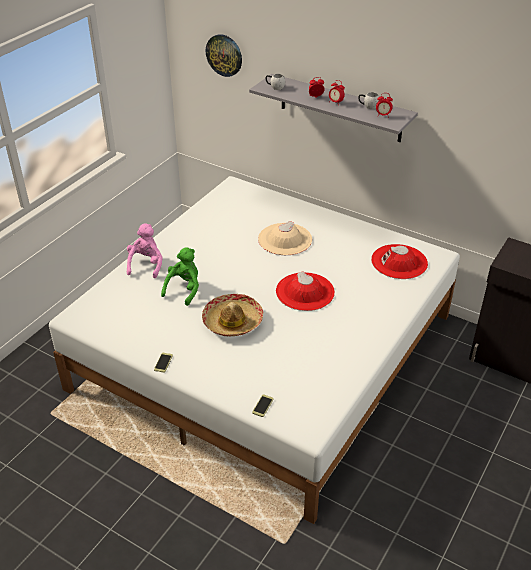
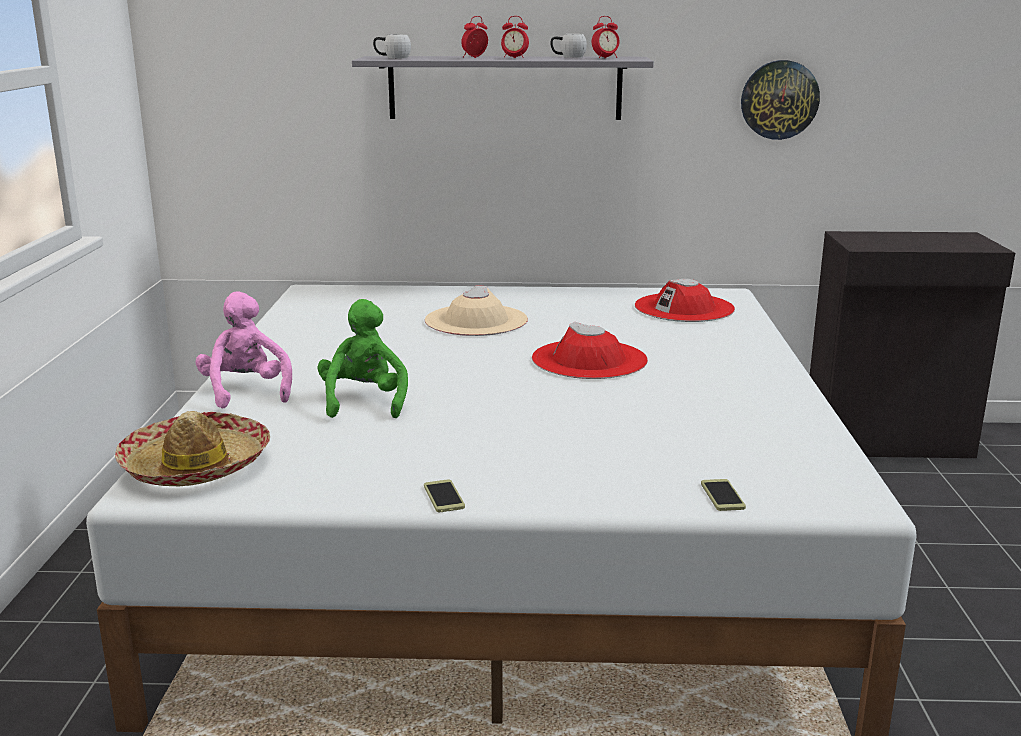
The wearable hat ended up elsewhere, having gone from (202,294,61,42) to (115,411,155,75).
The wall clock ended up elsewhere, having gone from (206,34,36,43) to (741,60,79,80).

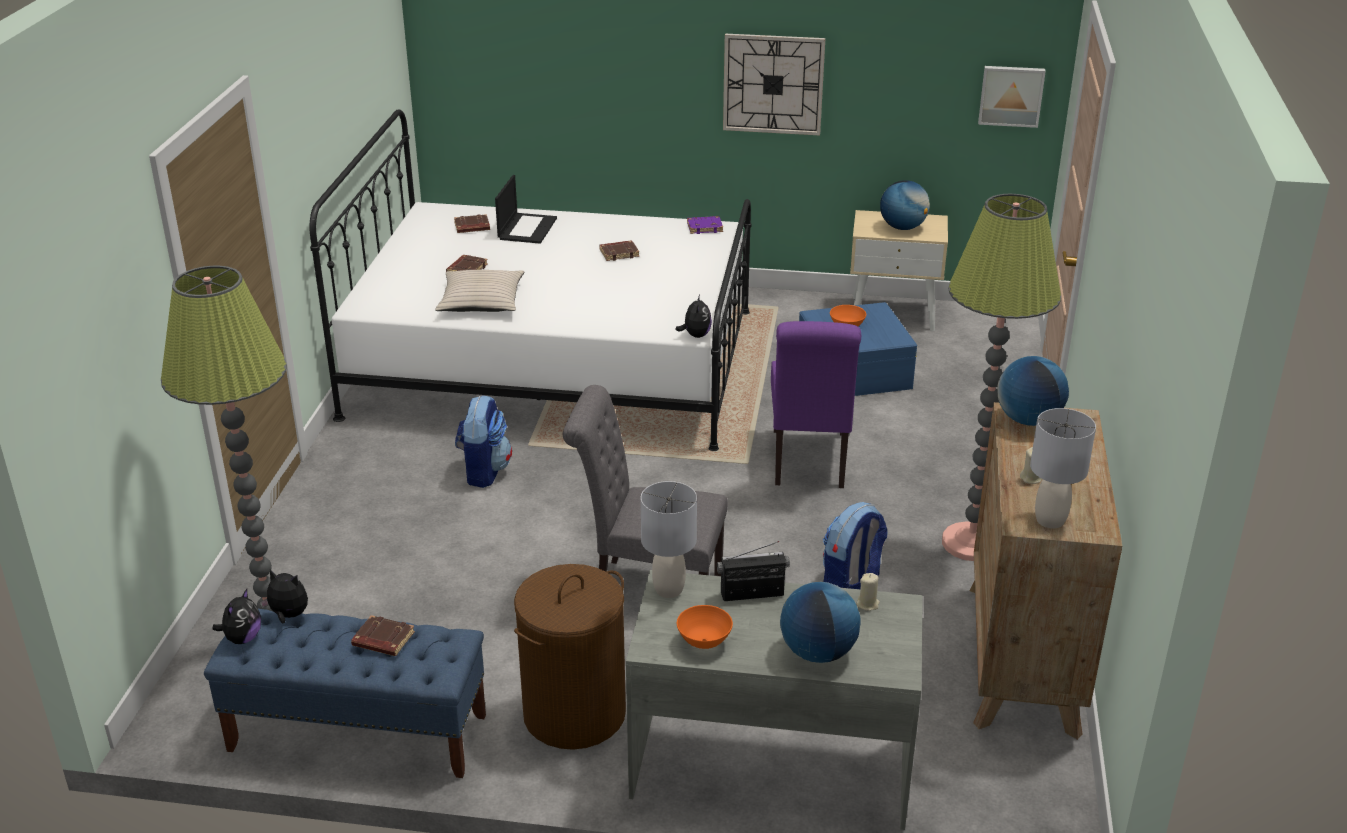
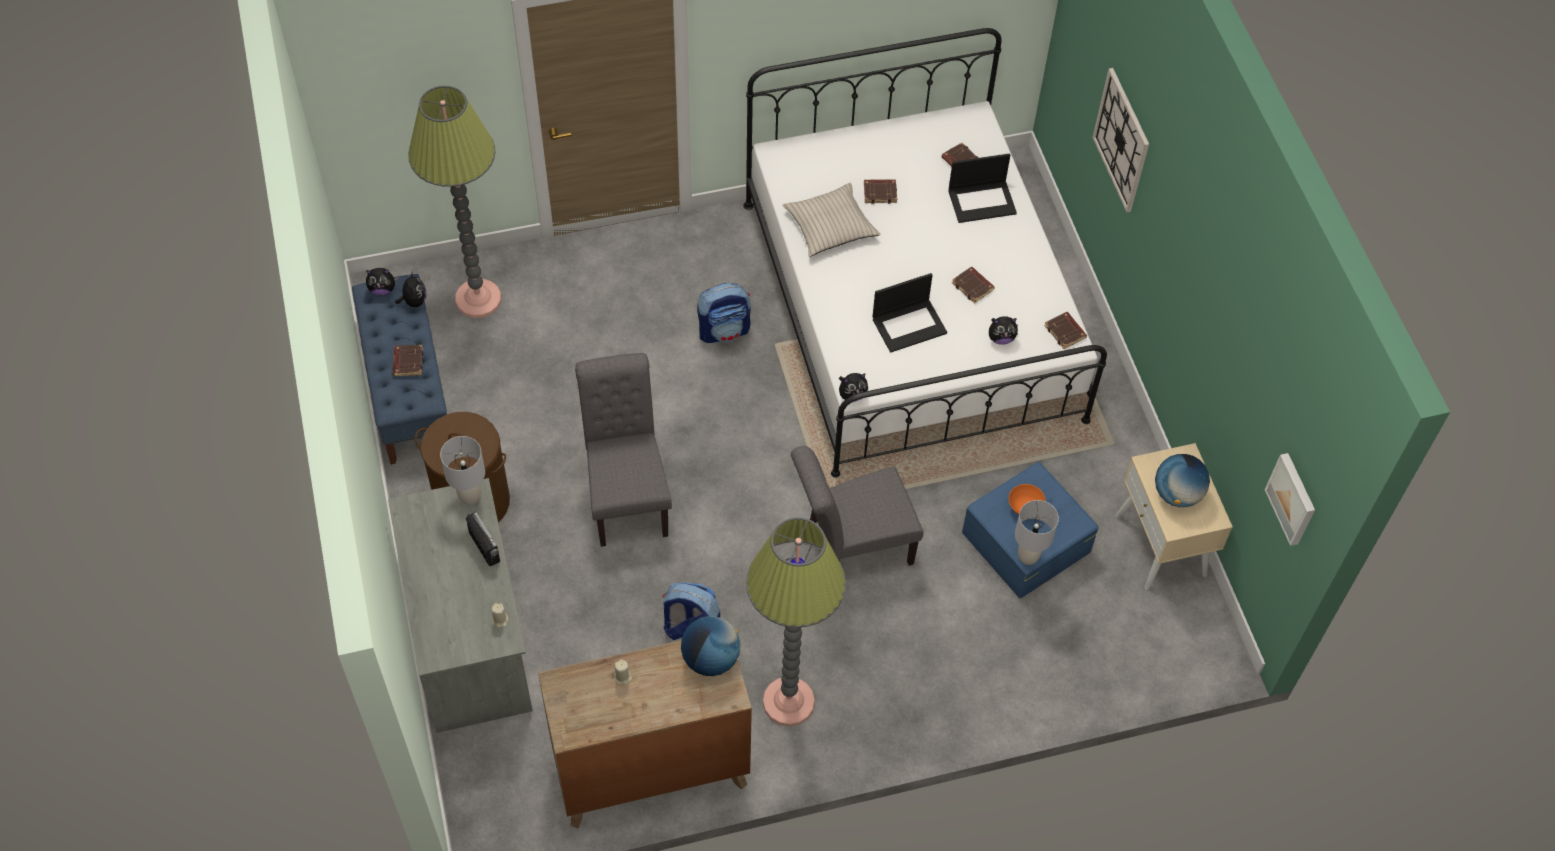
What was the purplish plain chair at (771,321,90,167) turned into the grey plain chair at (791,446,133,120).
The second view gained the portable computer at (872,273,75,80).
The second view gained the cuddly toy at (989,316,29,29).
The grey tabletop lamp ended up elsewhere, having gone from (1030,408,66,121) to (1015,500,44,65).
What was the purplish volume at (687,216,36,18) turned into the brownish volume at (1044,312,43,37).
The wall clock ended up elsewhere, having gone from (723,34,103,101) to (1092,68,57,144).
The second view lost the orange bowl at (677,605,56,44).
The second view lost the globe at (780,582,81,81).

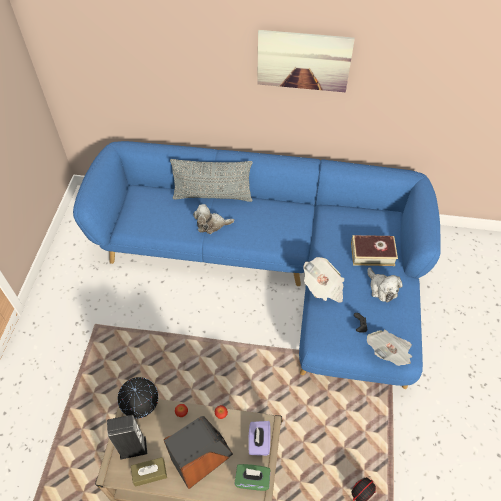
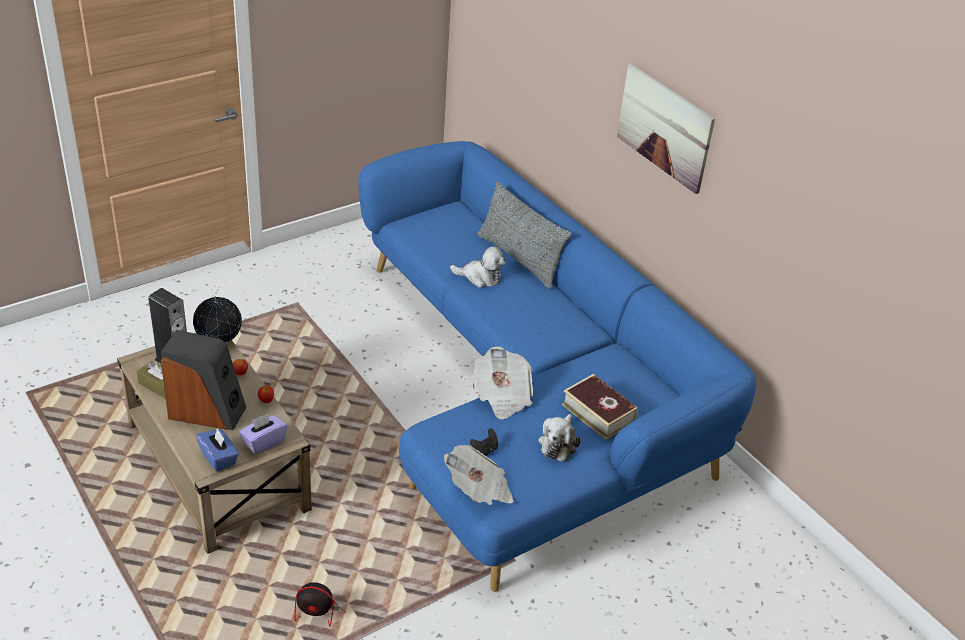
What was the green box of tissues at (234,464,36,27) turned into the blue-coloured box of tissues at (196,428,43,44).
The cuddly toy at (193,204,41,30) ended up facing another way, 150 degrees clockwise from before.

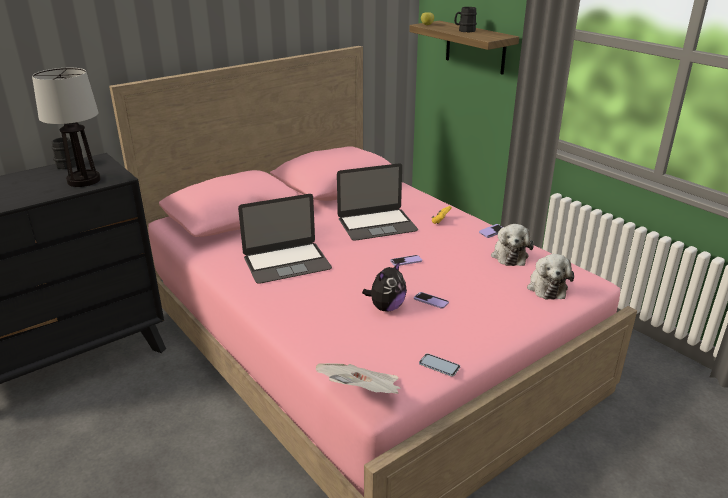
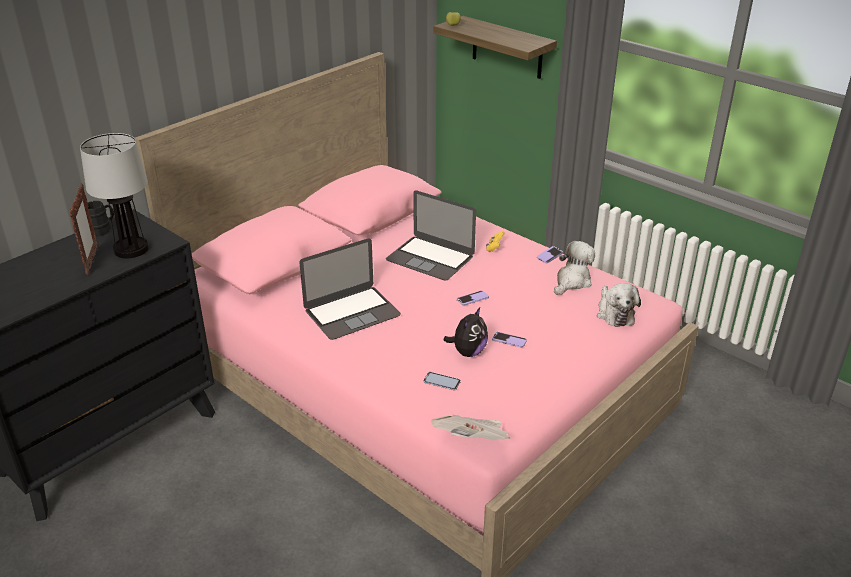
The second view gained the picture frame at (70,183,28,92).
The portable computer at (337,163,81,78) ended up facing another way, 60 degrees clockwise from before.
The telephone ended up elsewhere, having gone from (419,353,41,24) to (423,372,38,18).
The cuddly toy at (491,224,43,42) ended up facing another way, 135 degrees counterclockwise from before.
The second view lost the blackish coffee mug at (454,7,23,25).

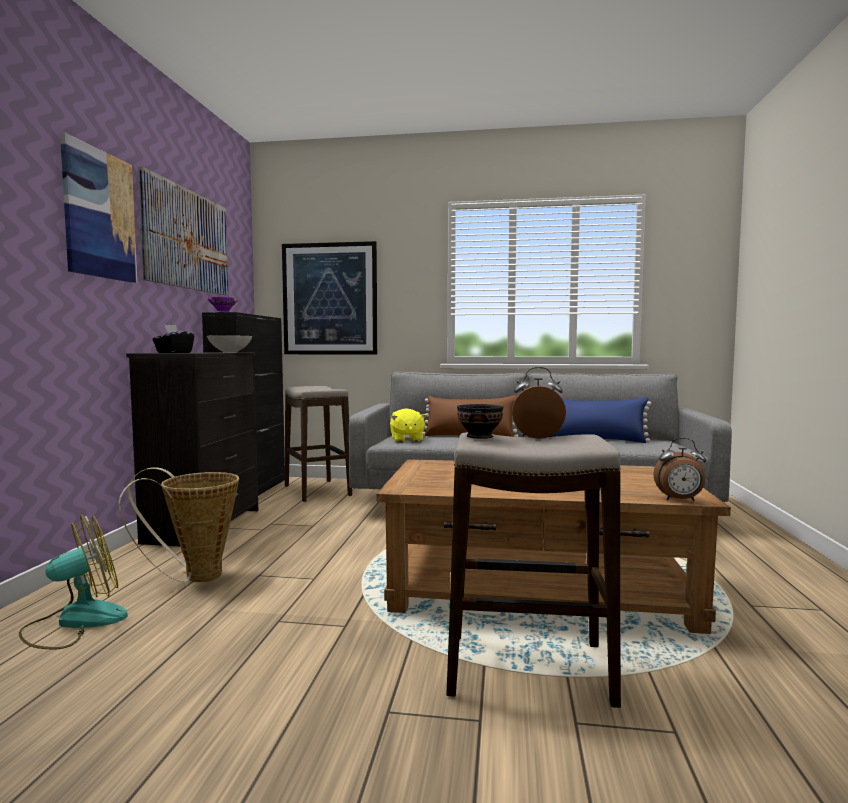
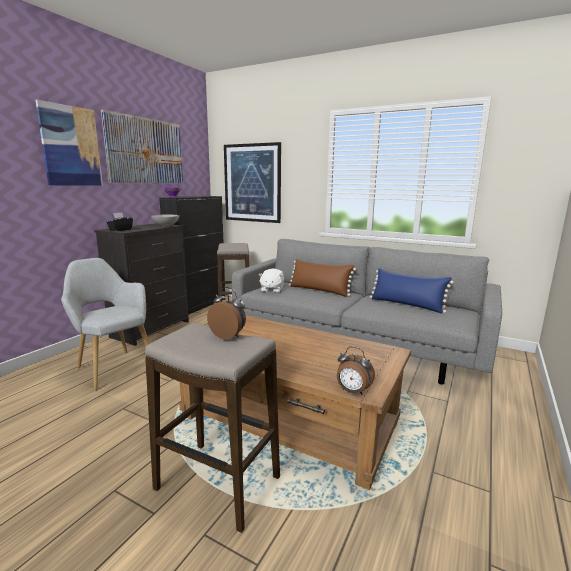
Where the storage basket stood at (118,467,121,115), the grey armchair came to stand at (61,258,89,133).
What was the yellowish cuddly toy at (390,408,37,34) turned into the whitish cuddly toy at (259,268,25,25).
The second view lost the electric fan at (19,515,109,134).
The second view lost the blackish bowl at (457,404,47,35).

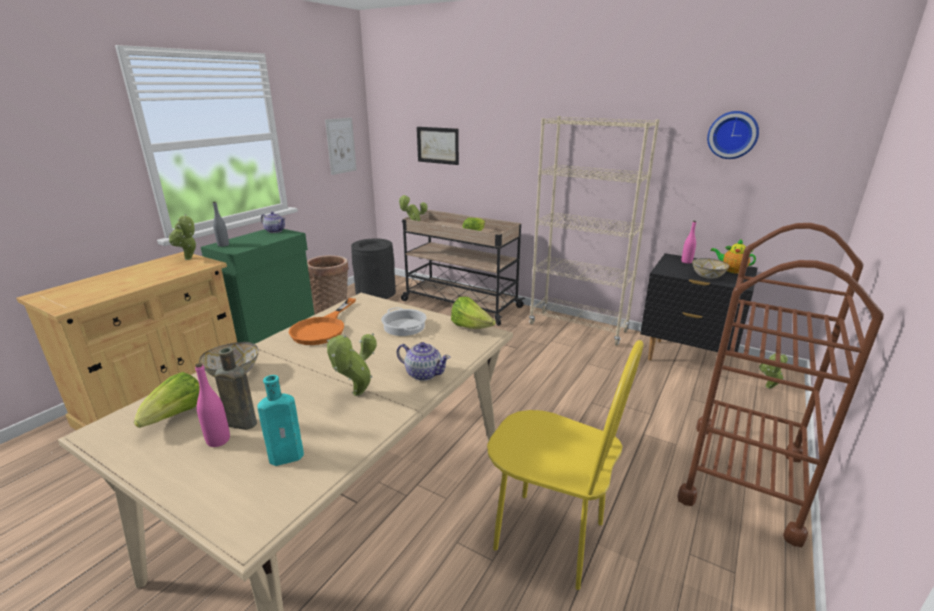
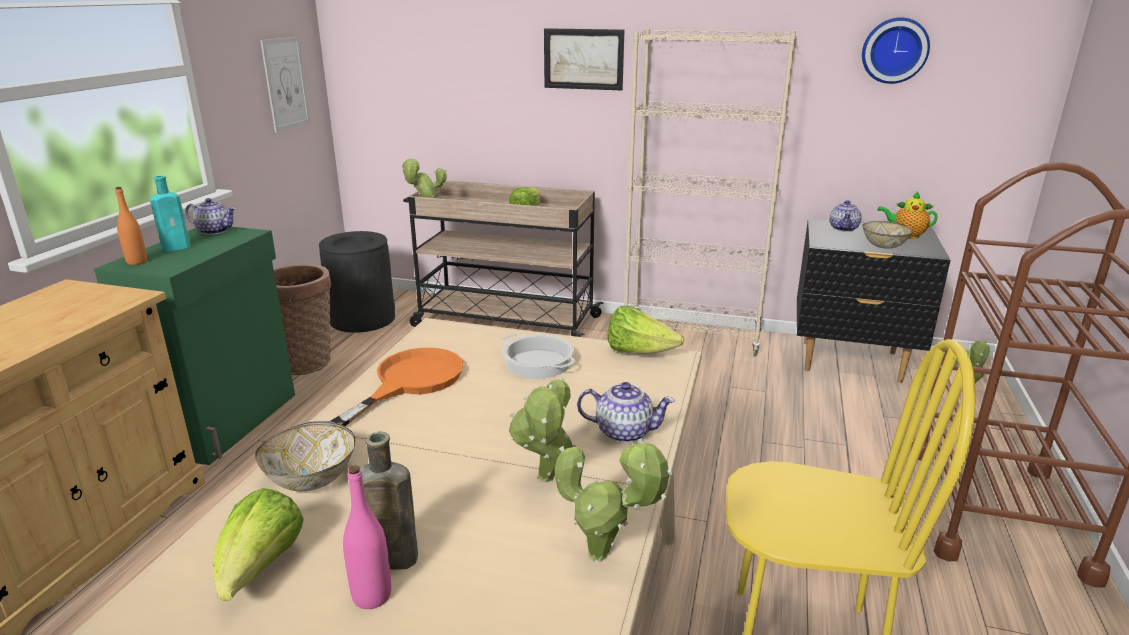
What was the grey beverage bottle at (213,202,16,45) turned into the orange beverage bottle at (115,187,32,78).
The turquoise beverage bottle ended up elsewhere, having gone from (257,375,47,91) to (150,176,41,76).
The orange pan at (289,298,67,47) ended up facing another way, 150 degrees counterclockwise from before.
The wall picture ended up elsewhere, having gone from (417,127,42,38) to (544,28,80,62).
The houseplant ended up elsewhere, having gone from (169,214,28,46) to (555,438,118,125).
Where the pink-coloured beverage bottle stood at (681,221,15,43), the tea pot came to stand at (829,200,33,32).

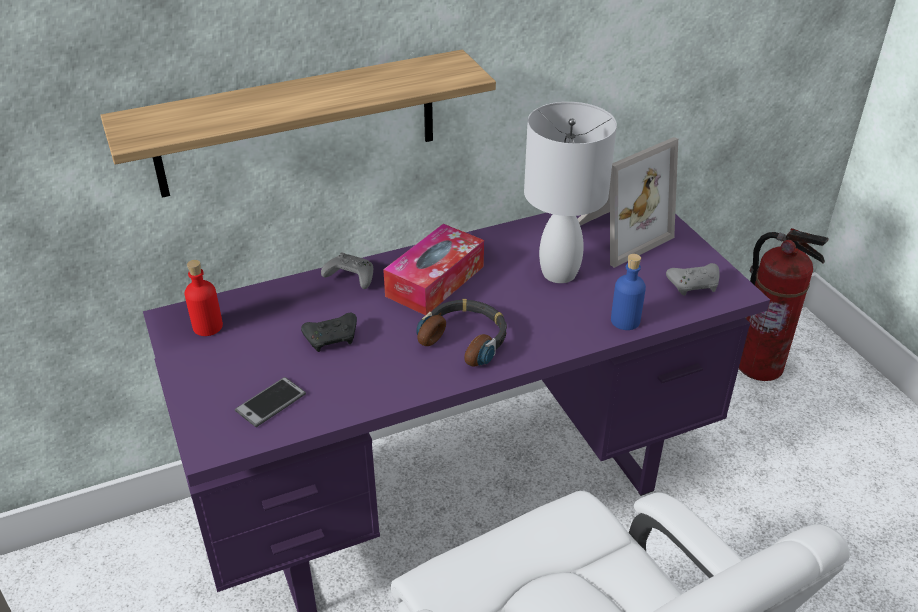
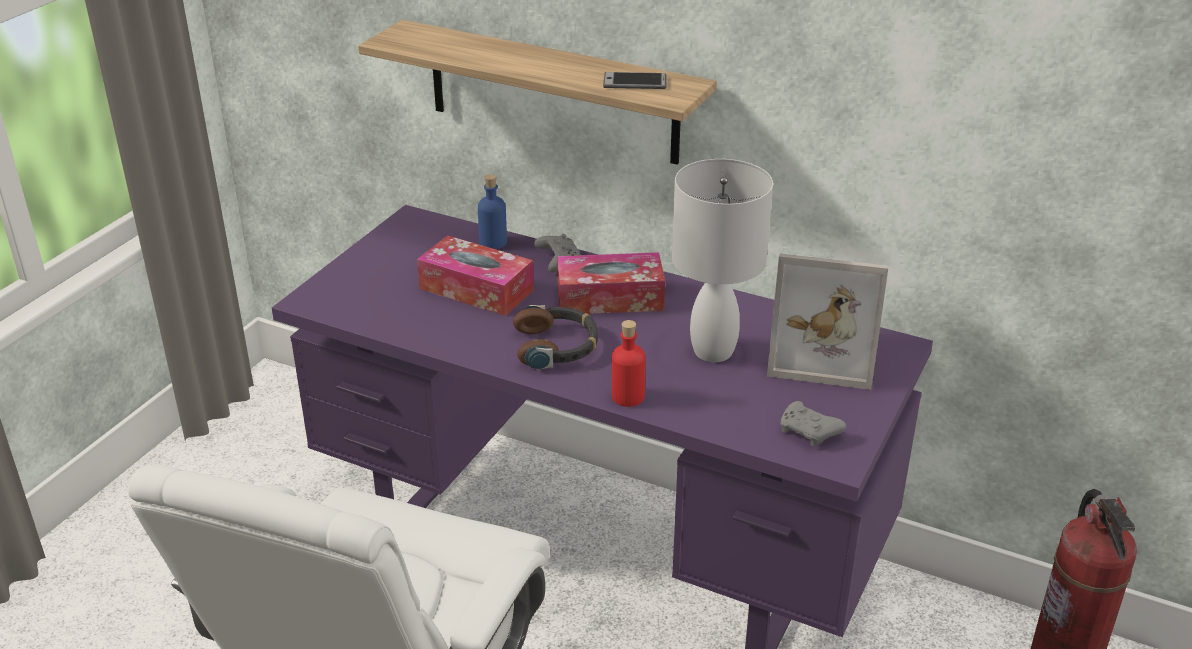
Where the blackish game controller stood at (301,313,56,39), the box of tissues came to stand at (417,235,117,81).
The blue-coloured beverage bottle ended up elsewhere, having gone from (611,254,35,76) to (478,174,29,75).
The telephone ended up elsewhere, having gone from (235,377,71,50) to (603,72,63,17).
The red-coloured beverage bottle ended up elsewhere, having gone from (185,260,38,76) to (612,320,33,87).

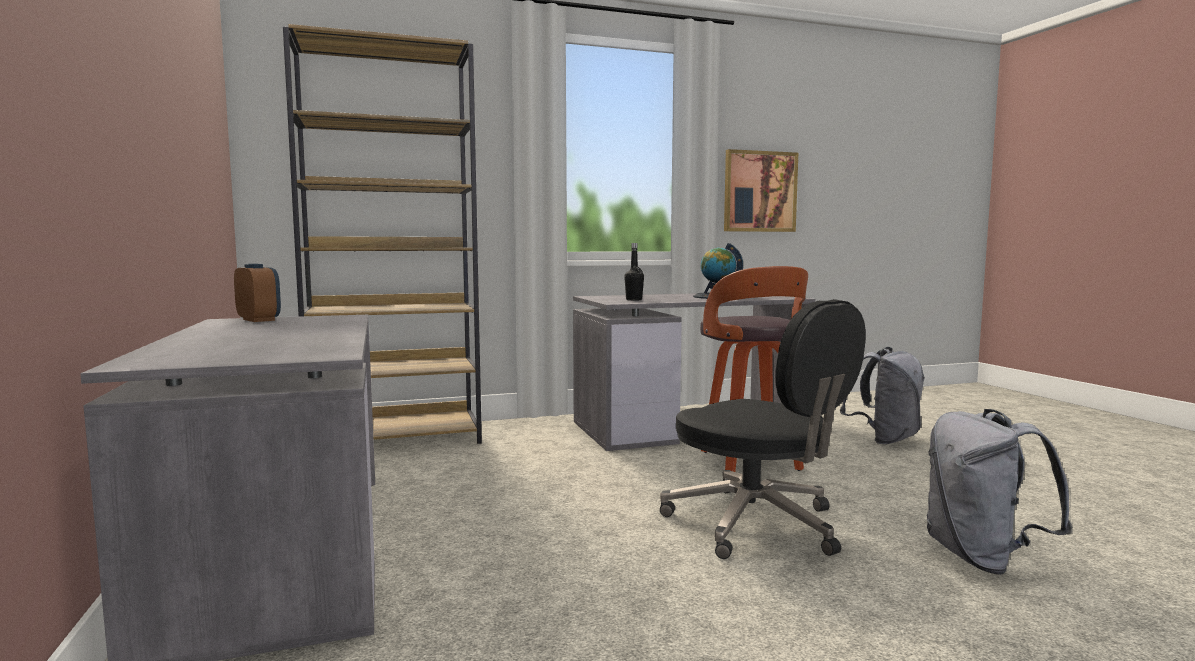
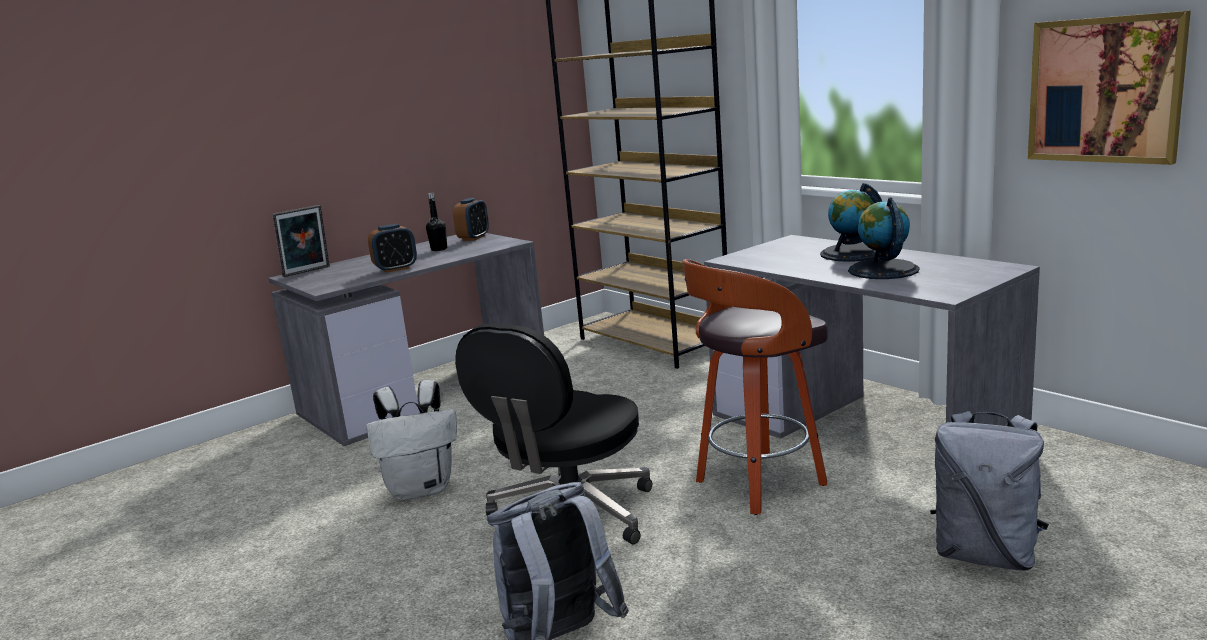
The second view gained the picture frame at (272,205,58,72).
The second view gained the whitish rucksack at (366,380,91,120).
The second view gained the alarm clock at (368,224,49,49).
The blackish beverage bottle ended up elsewhere, having gone from (624,243,20,58) to (426,193,21,58).
The second view gained the globe at (820,183,62,79).

